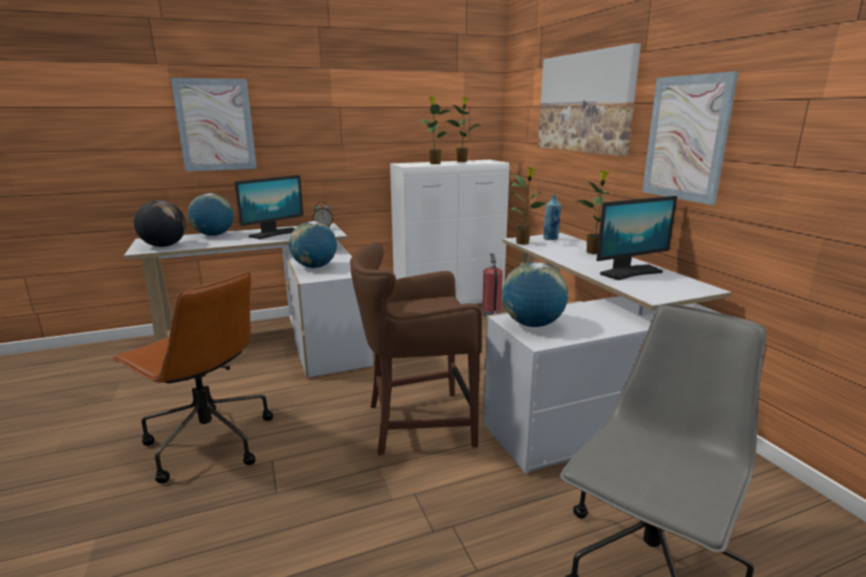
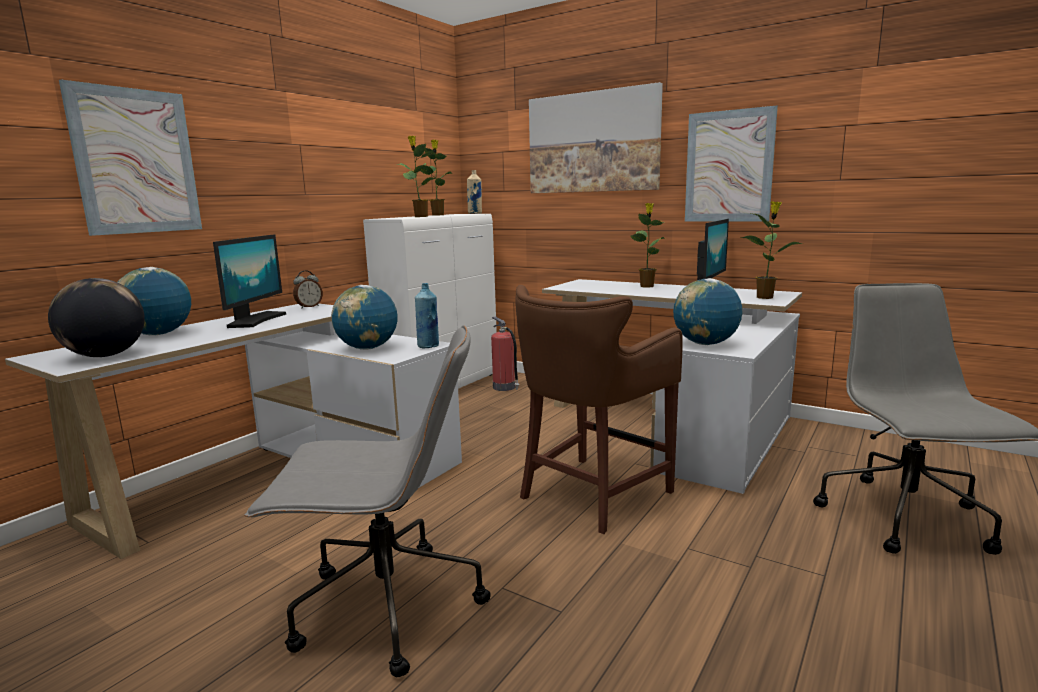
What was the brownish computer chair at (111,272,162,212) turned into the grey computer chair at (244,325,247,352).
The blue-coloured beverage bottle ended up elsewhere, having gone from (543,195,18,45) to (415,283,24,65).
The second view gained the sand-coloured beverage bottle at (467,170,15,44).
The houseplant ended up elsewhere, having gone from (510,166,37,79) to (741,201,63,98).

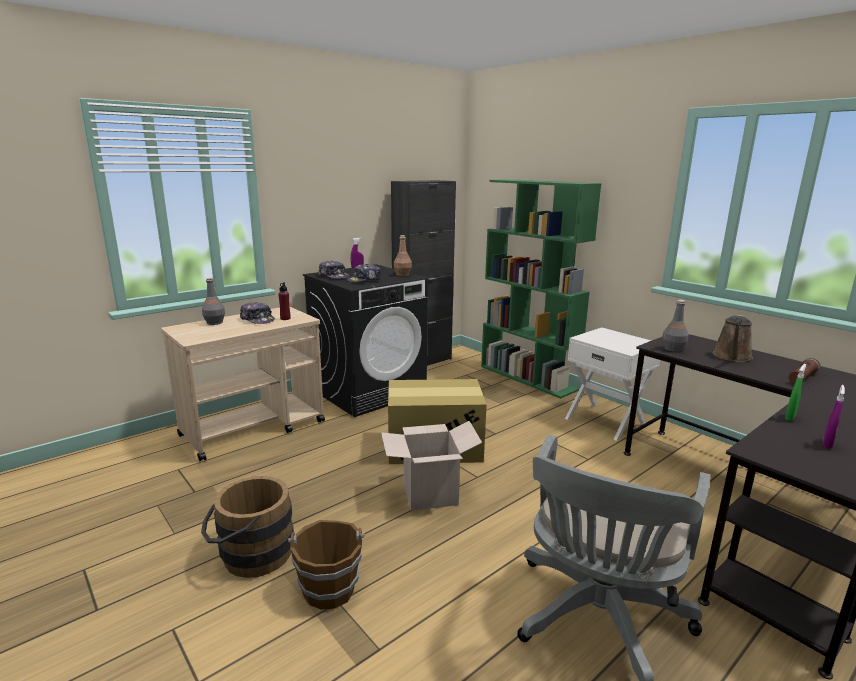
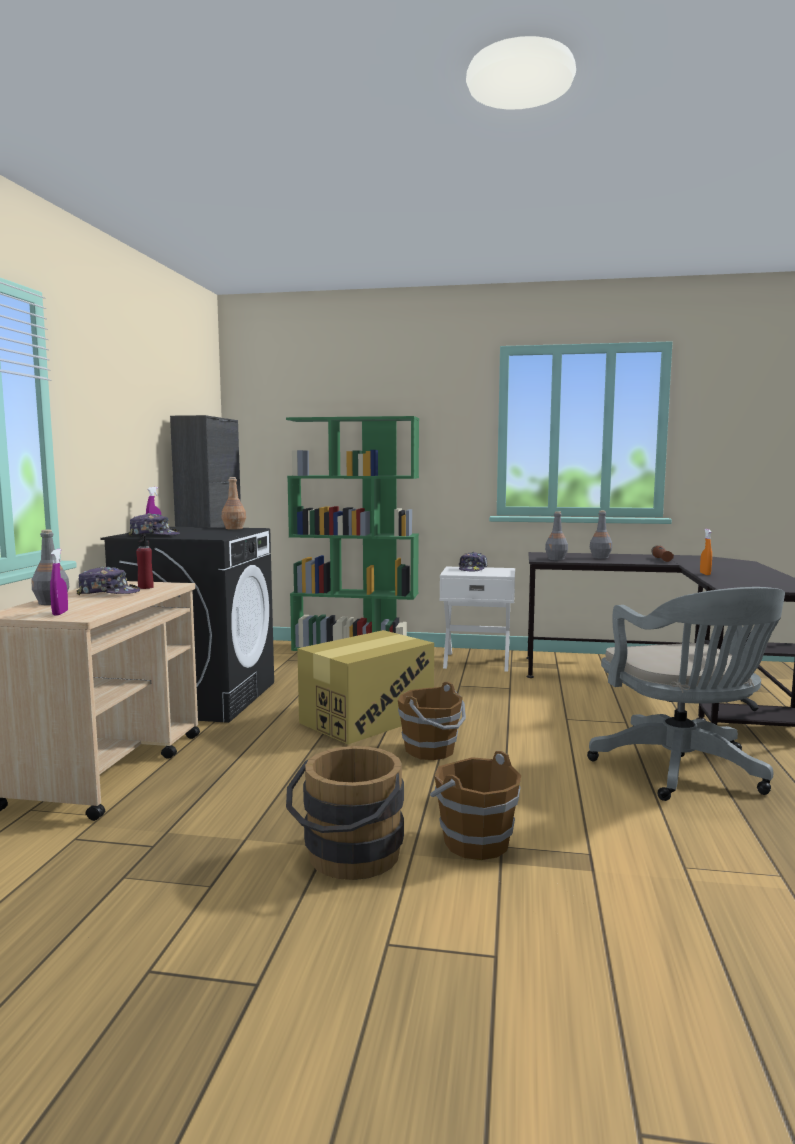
The purplish spray bottle ended up elsewhere, having gone from (823,385,22,64) to (50,549,18,67).
Where the packing box stood at (381,421,101,89), the brownish water bucket came to stand at (398,682,68,78).
The baseball cap ended up elsewhere, having gone from (347,264,34,18) to (459,552,28,19).
Where the brownish watering pot stood at (713,315,40,47), the grey beverage bottle came to stand at (590,511,22,48).
What was the green spray bottle at (785,364,21,57) turned into the orange spray bottle at (700,529,12,46).

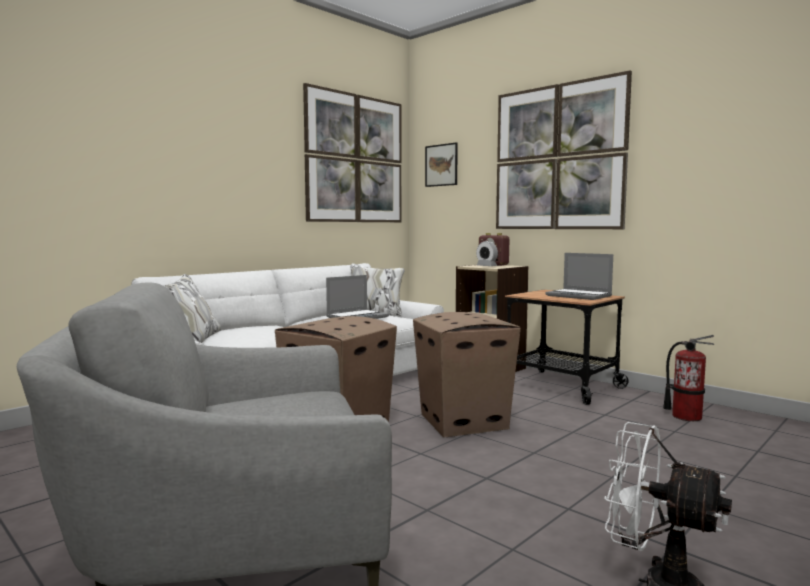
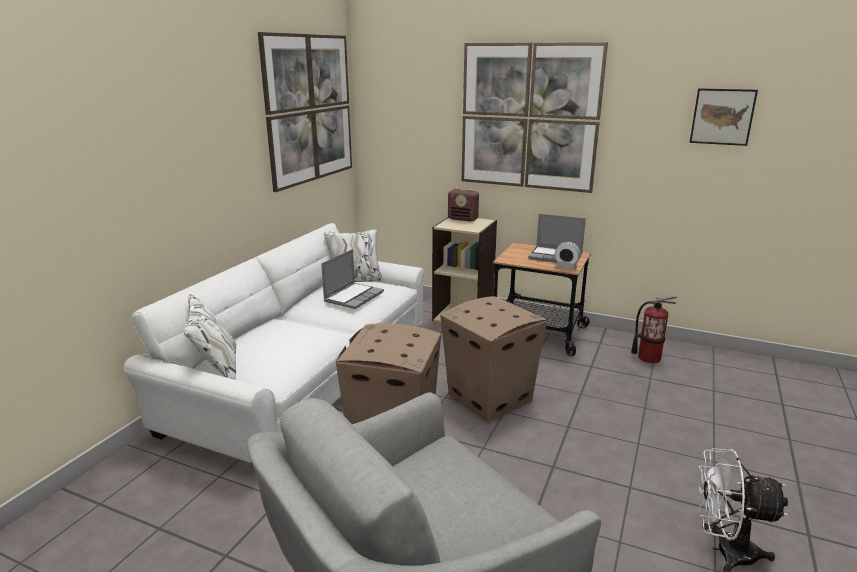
The alarm clock ended up elsewhere, having gone from (476,241,22,25) to (555,242,26,29).
The wall picture ended up elsewhere, having gone from (425,142,33,45) to (689,88,69,58).

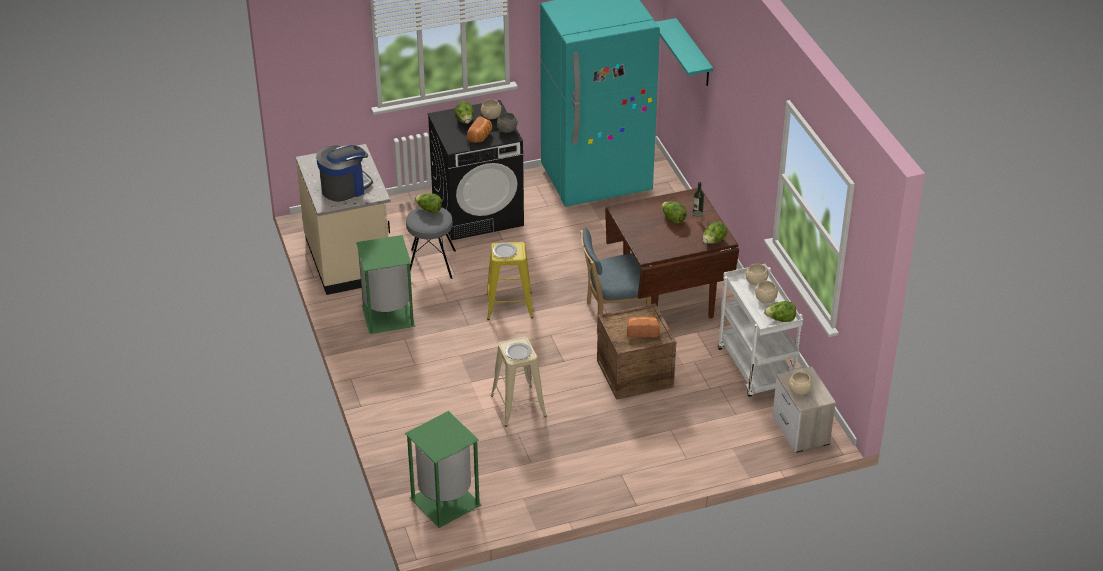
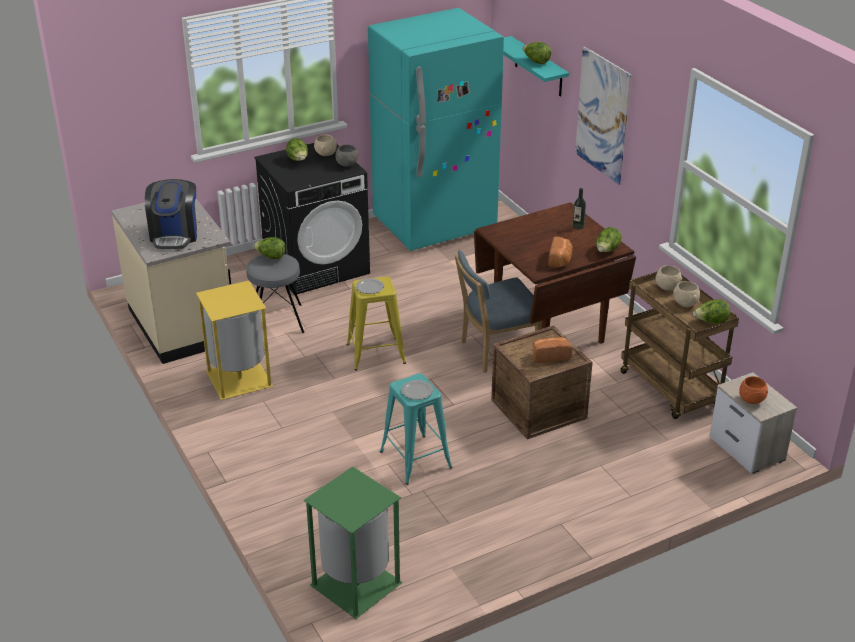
The coffee maker at (316,145,57,57) ended up facing another way, 135 degrees clockwise from before.
What was the green trash can at (356,235,59,99) turned into the yellowish trash can at (196,281,77,119).
What was the sand-coloured sitting stool at (491,337,56,90) turned into the turquoise sitting stool at (380,373,72,112).
The lettuce ended up elsewhere, having gone from (662,201,25,23) to (523,42,28,22).
The baked bread ended up elsewhere, having gone from (467,116,25,27) to (548,236,25,32).
The second view gained the wall picture at (575,46,56,139).
What was the whitish cart at (718,264,85,133) turned into the brownish cart at (620,271,119,148).
What was the sand-coloured bowl at (789,372,23,23) turned into the orange bowl at (739,376,29,28).

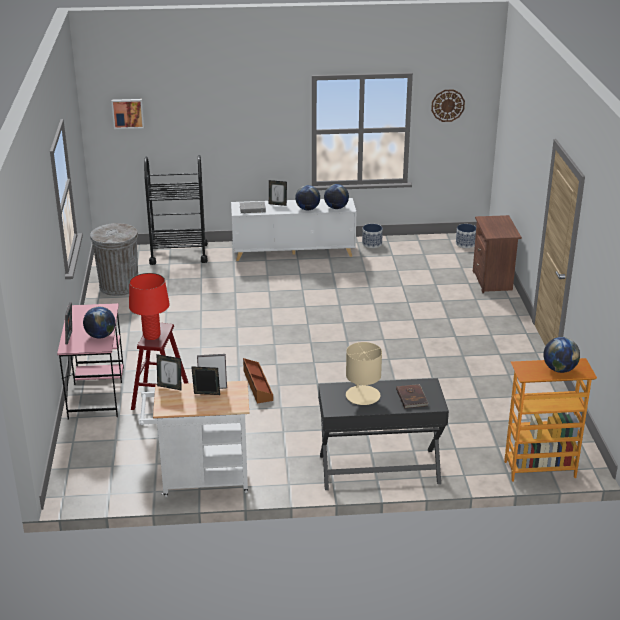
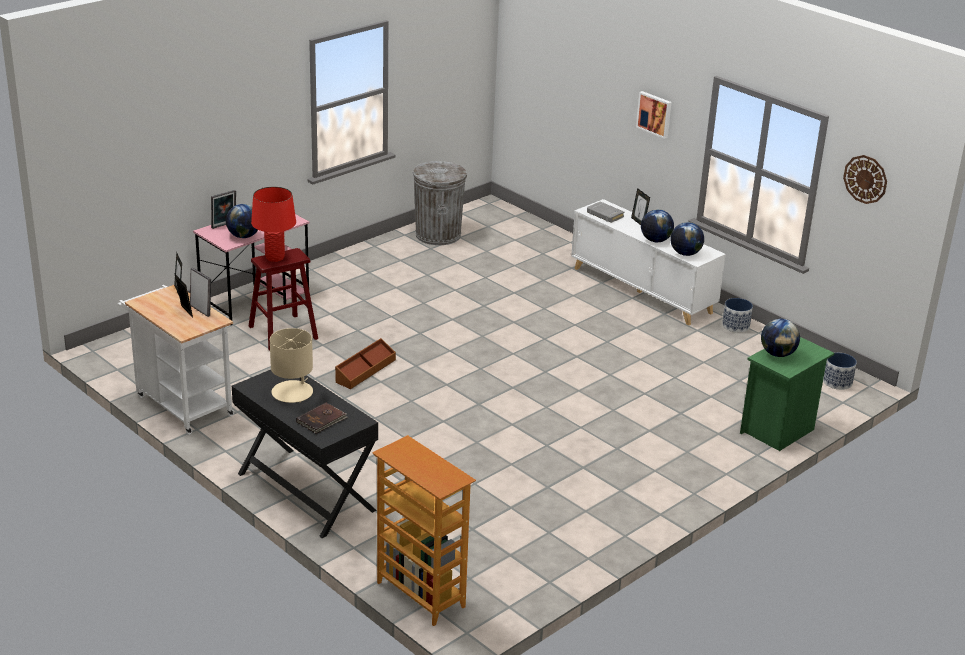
The wall picture ended up elsewhere, having gone from (111,99,33,30) to (636,91,36,48).
What was the brownish nightstand at (473,215,49,78) turned into the green nightstand at (740,337,94,114).
The globe ended up elsewhere, having gone from (544,337,36,36) to (761,319,39,38).
The second view lost the blackish cart at (144,155,64,110).

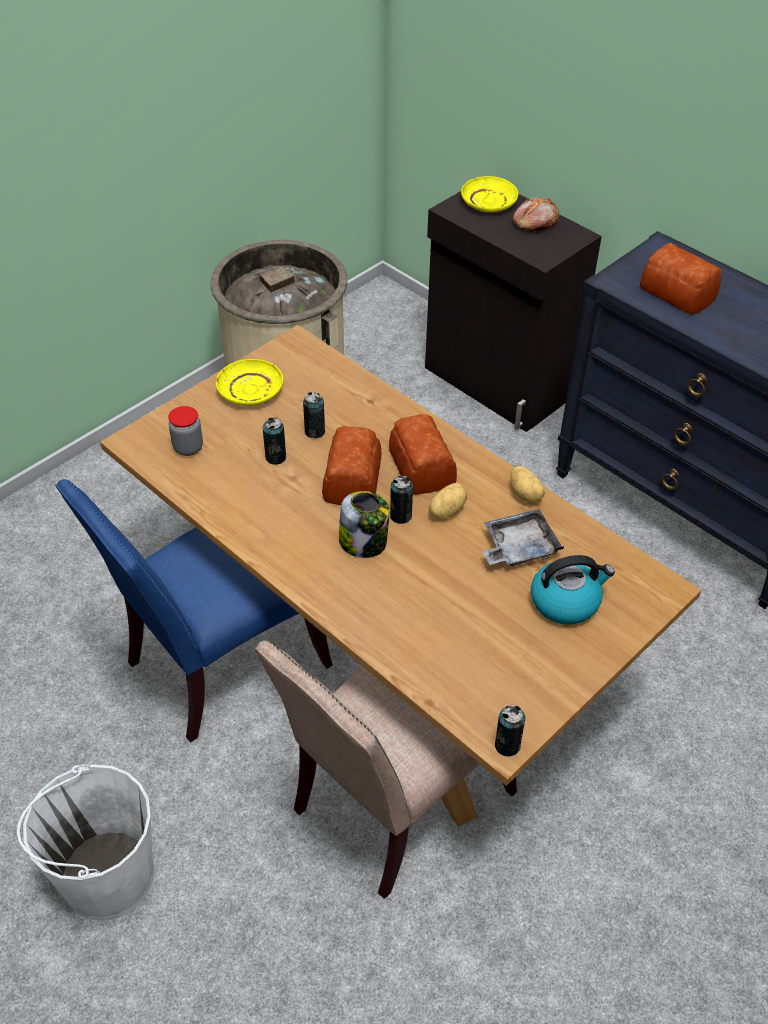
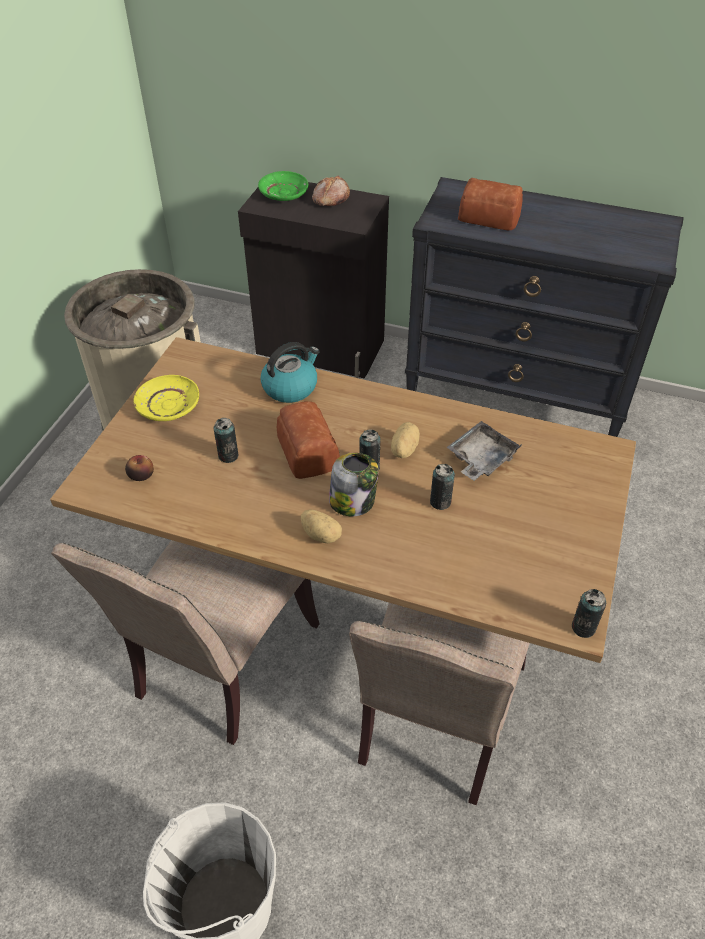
What was the blue-coloured plain chair at (55,479,278,263) turned into the sand-coloured plain chair at (51,540,269,205).
Where the preserve jar stood at (168,406,35,50), the apple fruit came to stand at (125,455,29,26).
What was the yellowish plate at (461,176,57,36) turned into the green plate at (258,171,50,30).
The tea kettle ended up elsewhere, having gone from (531,555,84,70) to (260,342,60,61).
The spud ended up elsewhere, having gone from (510,466,35,36) to (301,510,41,33).
The metal can ended up elsewhere, having gone from (303,392,22,46) to (430,464,25,46).
The second view lost the baked bread at (389,414,68,81).

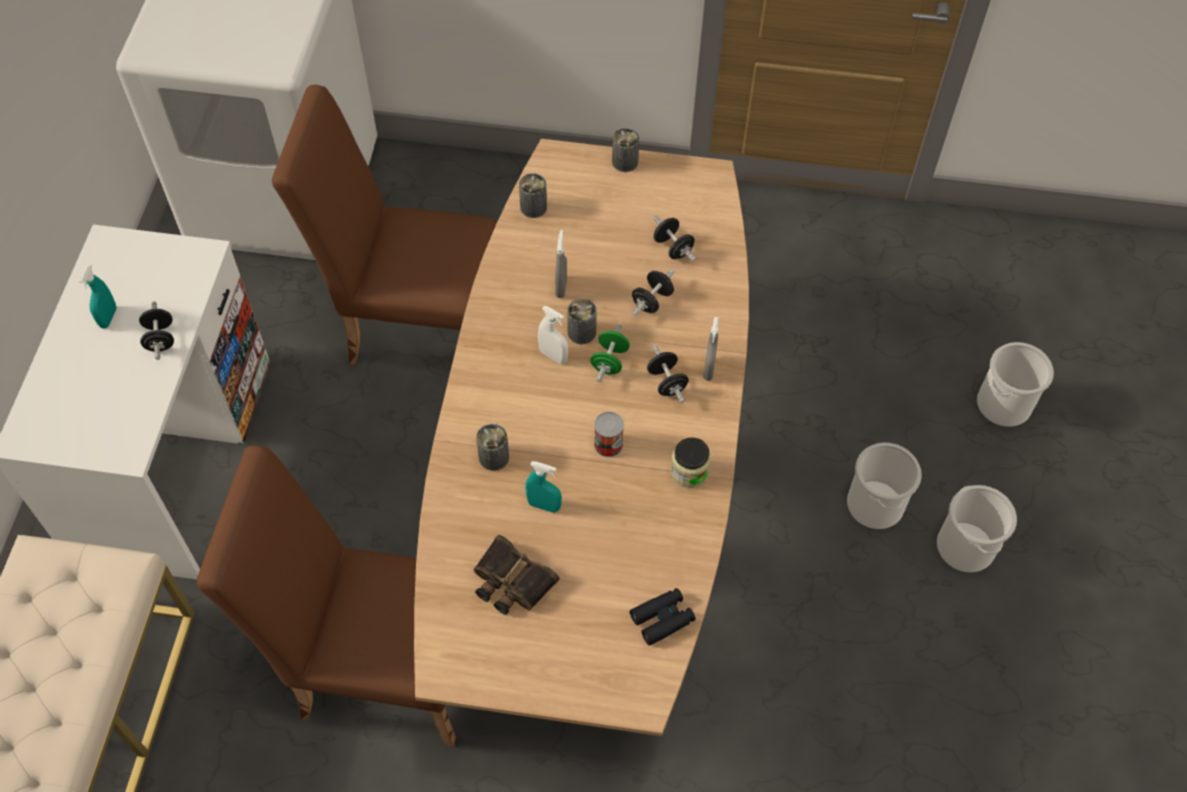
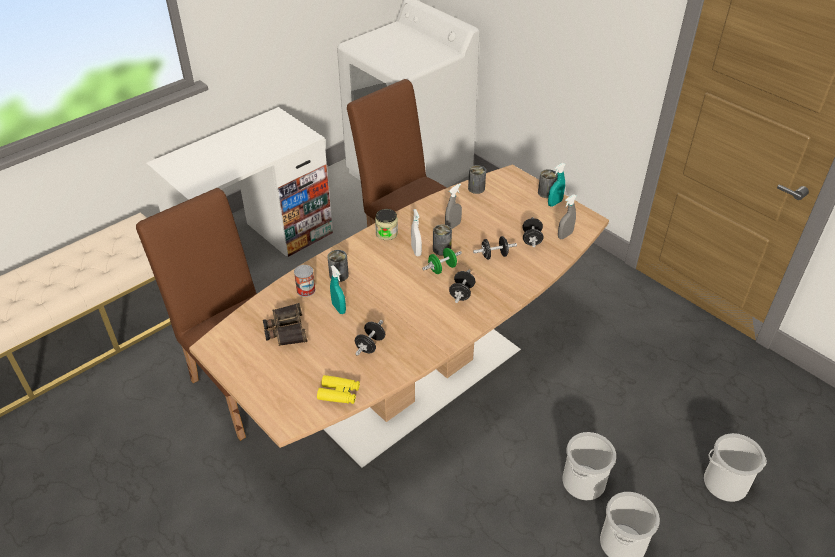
The metal can ended up elsewhere, having gone from (594,412,30,45) to (294,265,21,32).
What was the blackish field glasses at (630,588,66,58) turned into the yellowish field glasses at (317,375,43,29).
The blackish dumbbell ended up elsewhere, having gone from (139,302,35,58) to (355,320,30,36).
The preserve jar ended up elsewhere, having gone from (670,437,41,51) to (375,209,23,31).
The turquoise spray bottle ended up elsewhere, having gone from (79,265,38,64) to (548,163,18,44).
The grey spray bottle ended up elsewhere, having gone from (703,317,16,64) to (558,194,19,45).

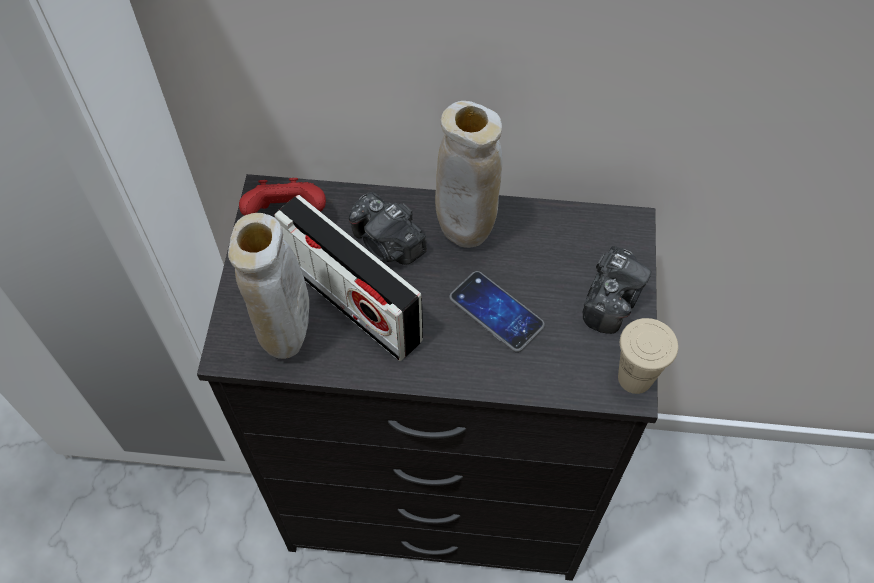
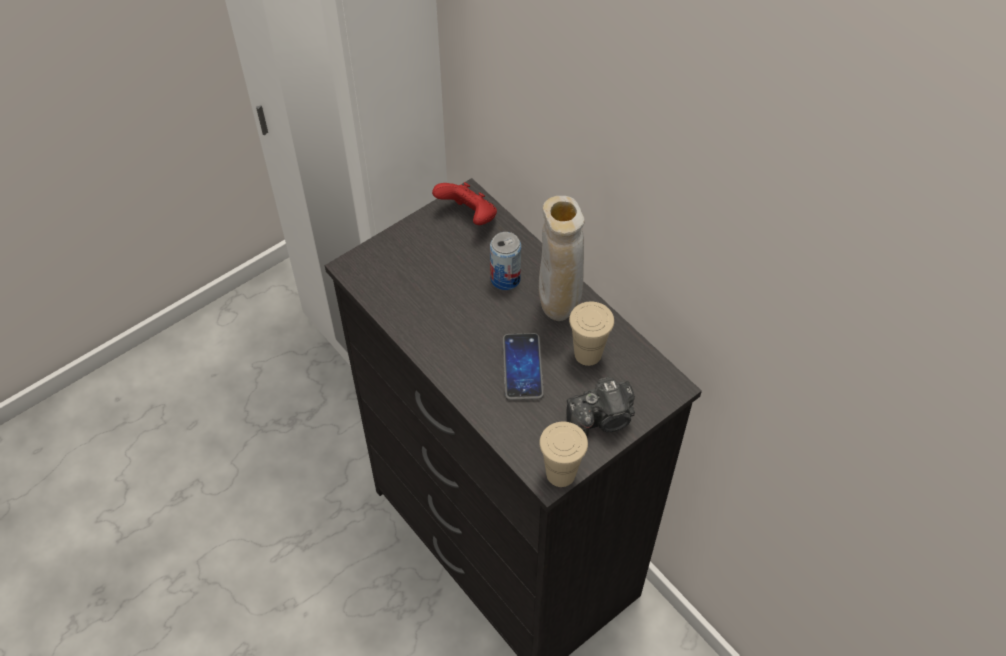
Where the photo camera stood at (349,192,78,73), the metal can came to stand at (490,232,31,58).
The second view gained the sand-coloured cup at (569,301,45,65).
The second view lost the sand-coloured flower vase at (228,213,81,146).
The second view lost the radio receiver at (274,195,149,166).

